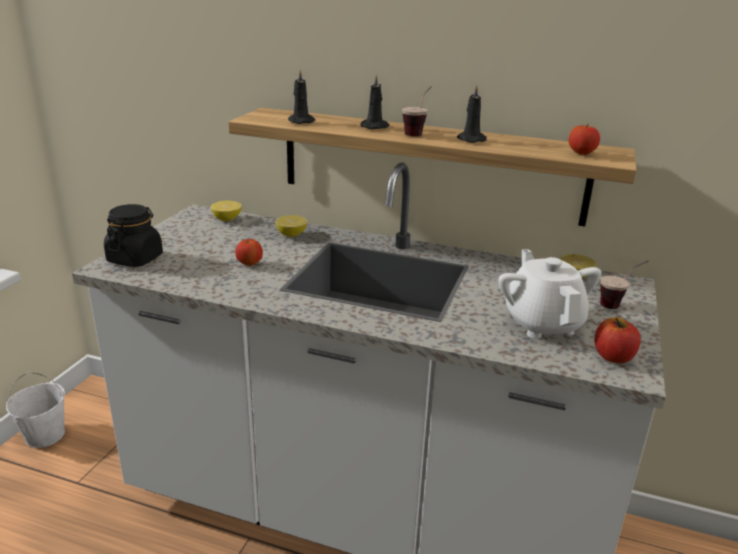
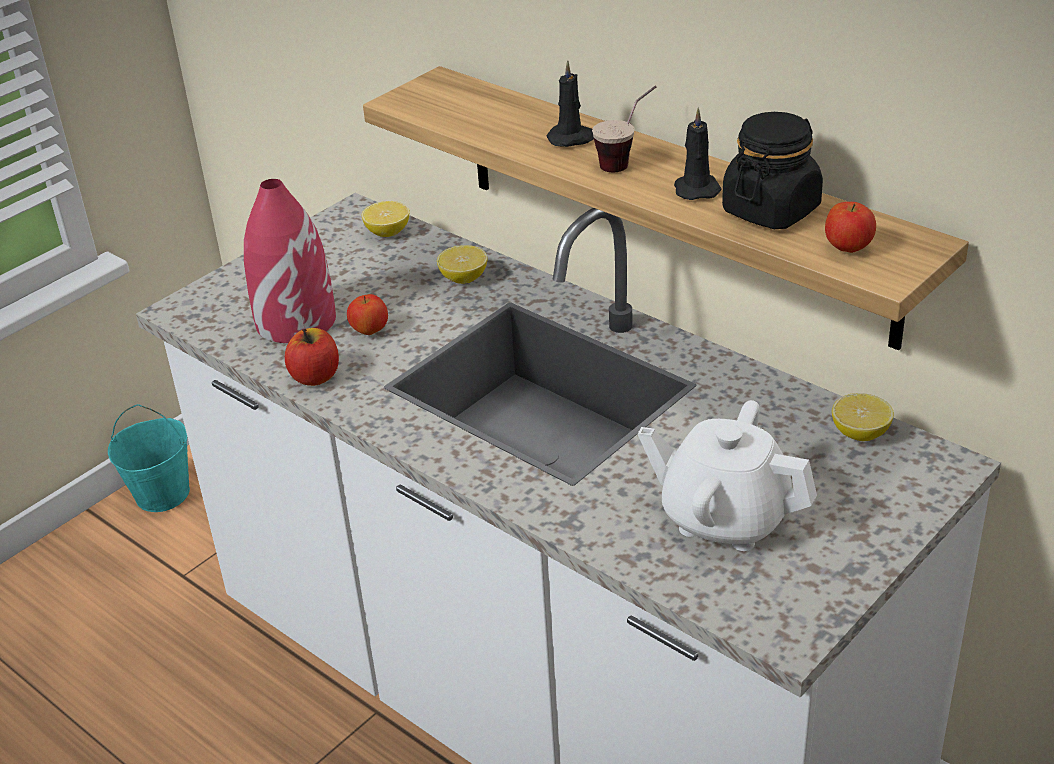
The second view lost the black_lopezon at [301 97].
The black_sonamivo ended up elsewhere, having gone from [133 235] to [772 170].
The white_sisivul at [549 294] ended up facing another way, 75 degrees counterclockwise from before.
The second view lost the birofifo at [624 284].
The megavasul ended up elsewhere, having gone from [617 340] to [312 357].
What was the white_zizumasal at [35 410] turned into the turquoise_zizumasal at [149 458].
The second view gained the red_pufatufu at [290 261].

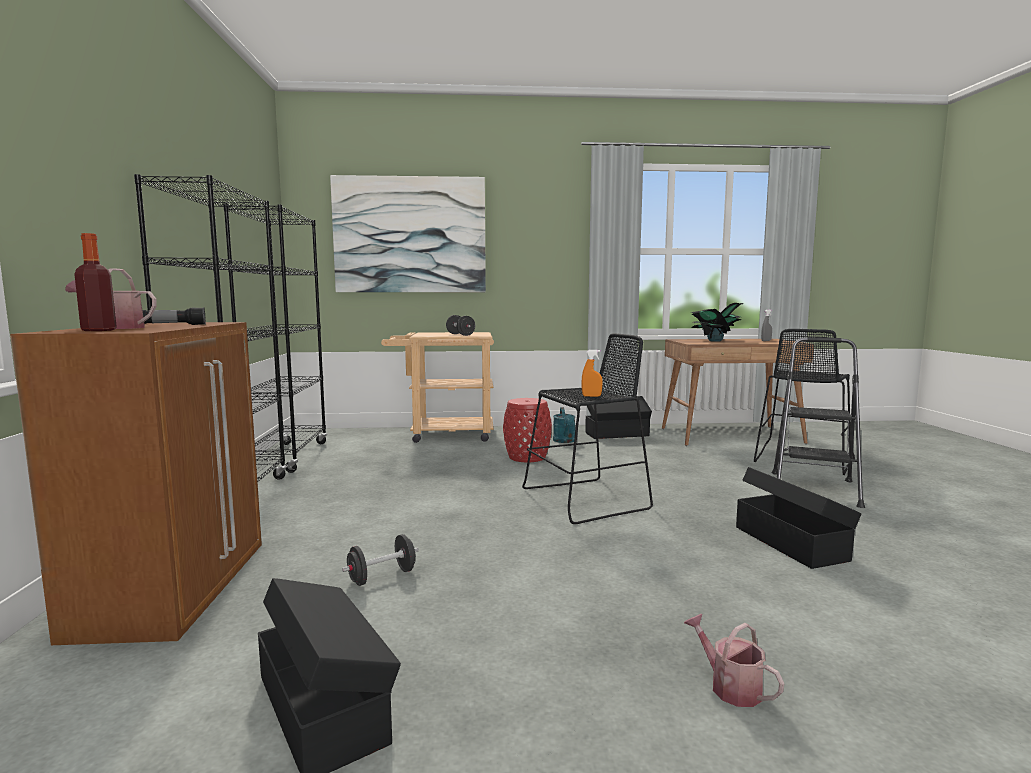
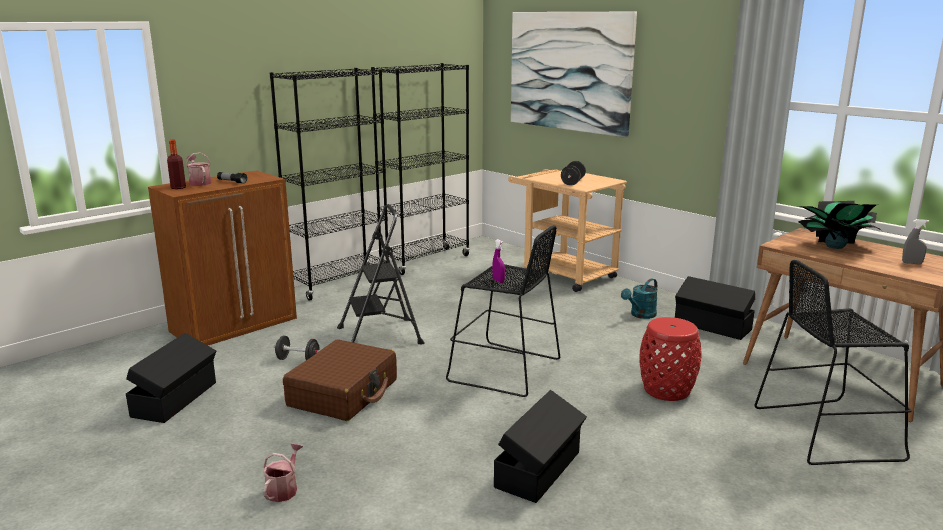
The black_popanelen ended up elsewhere, having gone from [818 422] to [381 274].
What was the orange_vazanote at [592 373] turned into the purple_vazanote at [498 261].
The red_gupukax ended up elsewhere, having gone from [527 430] to [670 359].
The second view gained the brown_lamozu at [340 380].

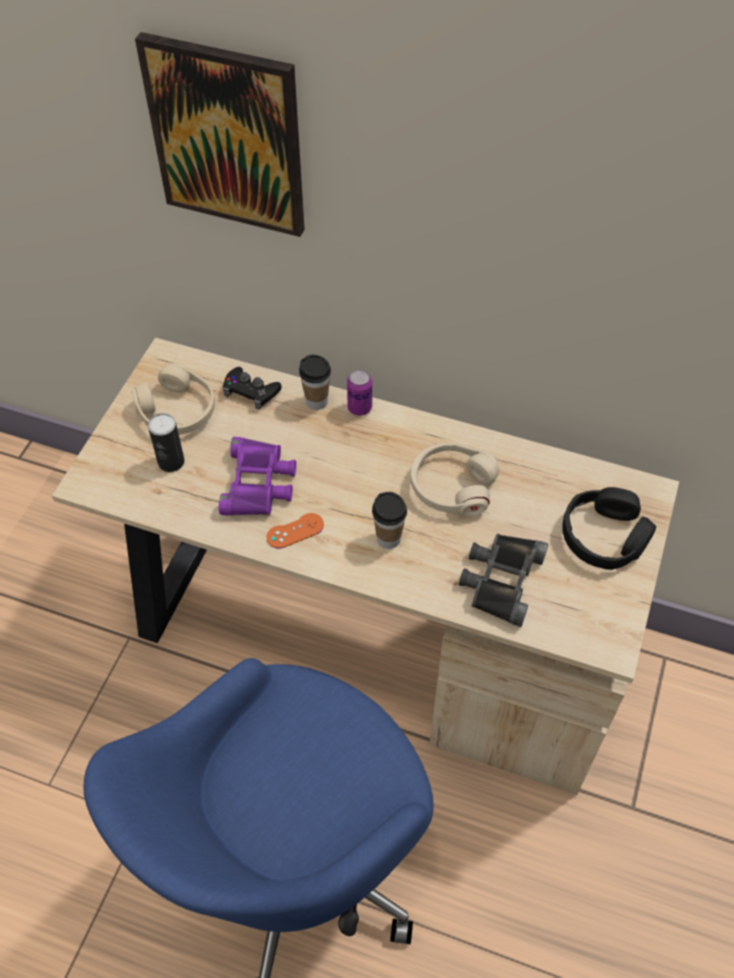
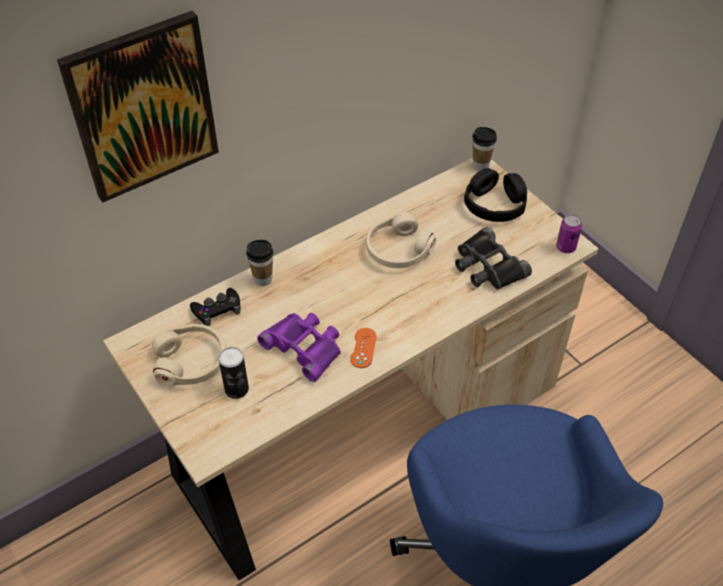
The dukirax ended up elsewhere, having gone from [359 392] to [569 234].
The birofifo ended up elsewhere, having gone from [389 520] to [484 149].

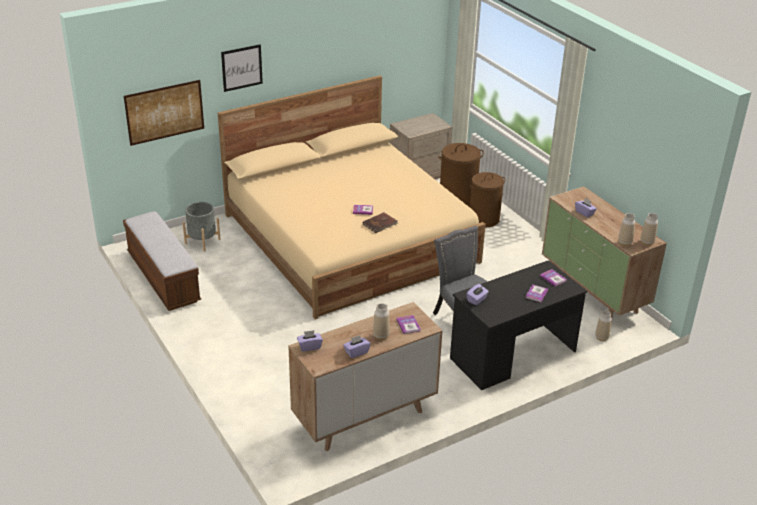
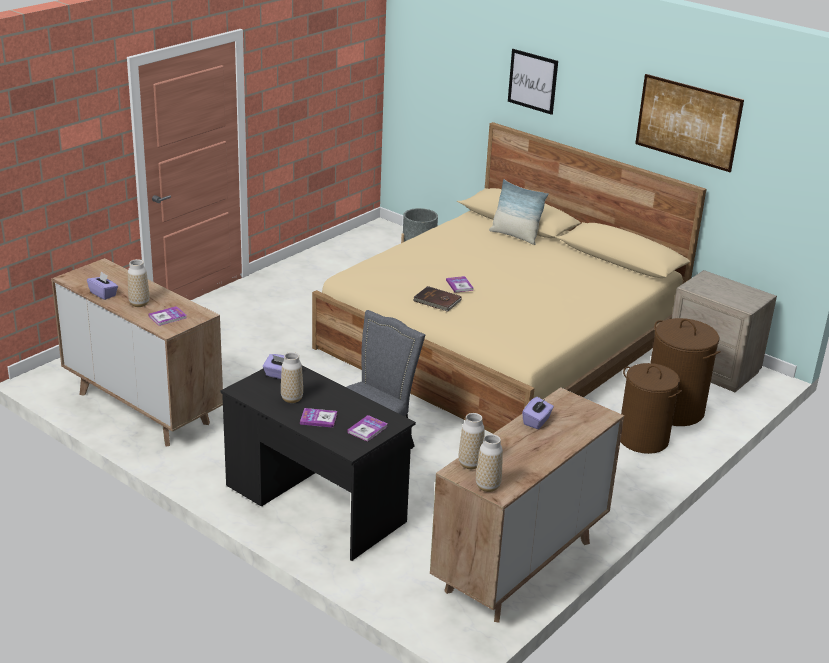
The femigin ended up elsewhere, having gone from [164 113] to [689 123].
The second view lost the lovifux at [162 261].
The pufatufu ended up elsewhere, having gone from [603 325] to [292 377].
The second view lost the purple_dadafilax at [310 341].
The second view gained the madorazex at [519 212].

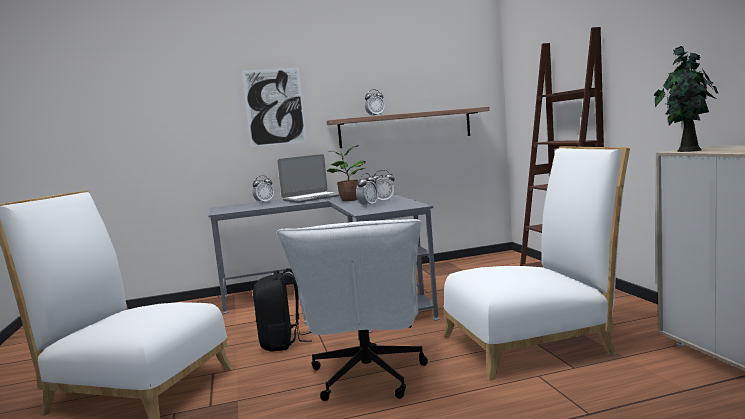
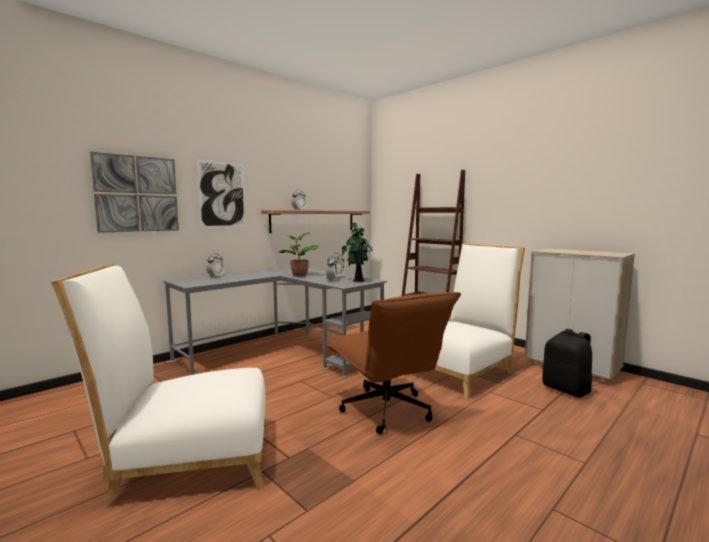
The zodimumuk ended up elsewhere, having gone from [686 99] to [357 252].
The second view lost the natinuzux at [308 178].
What was the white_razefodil at [352 310] turned into the brown_razefodil at [393 363].
The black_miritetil ended up elsewhere, having gone from [282 309] to [567 363].
The second view gained the femigin at [134 192].

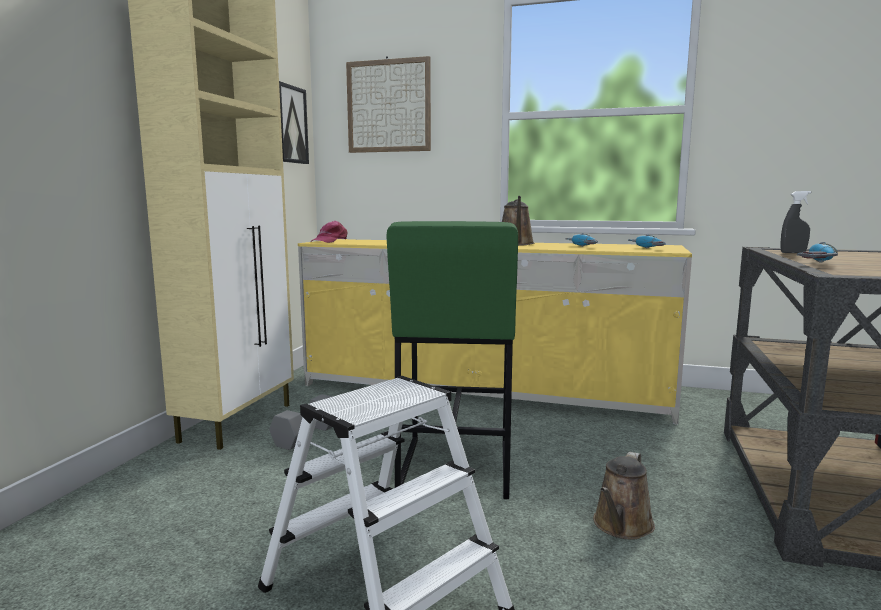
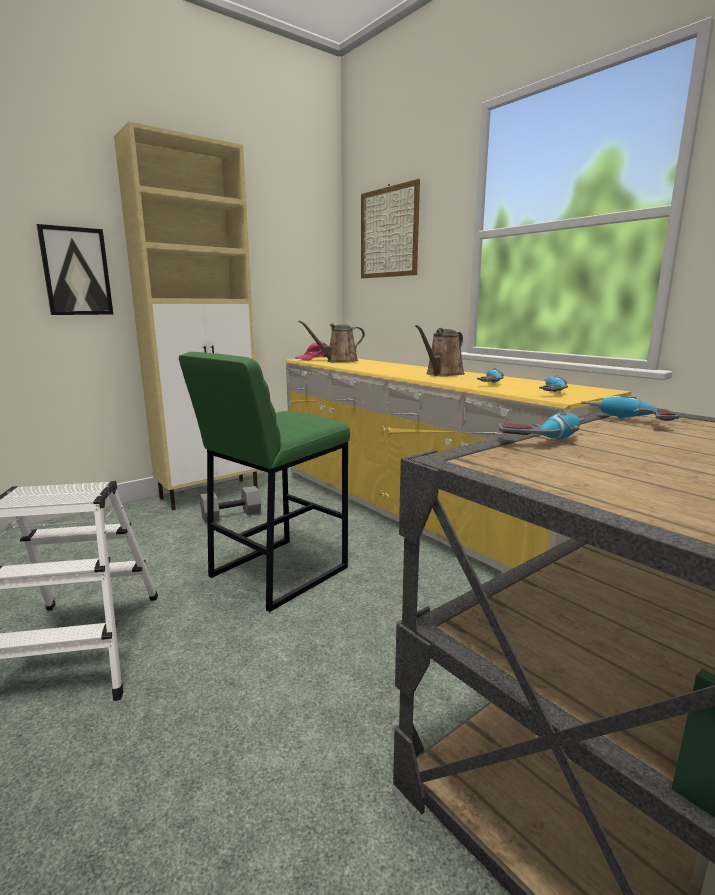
The femigin ended up elsewhere, having gone from [294 122] to [75 269].
Where the grey_vazanote stood at [795 222], the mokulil came to stand at [630 407].
The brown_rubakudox ended up elsewhere, having gone from [624 496] to [331 341].

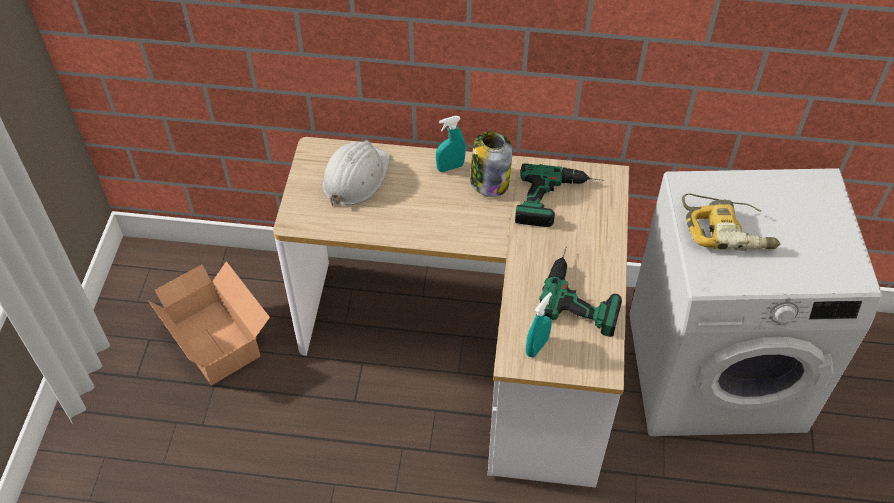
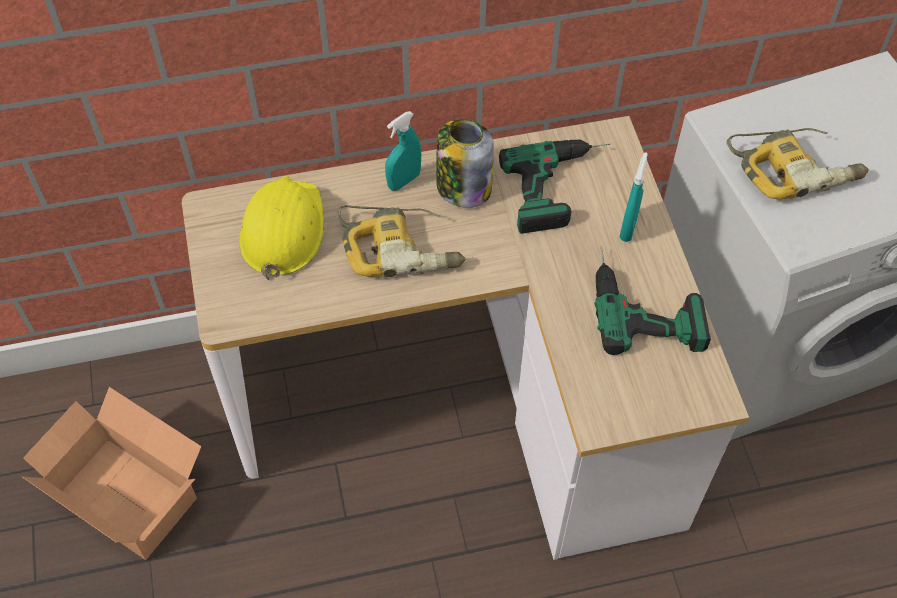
What was the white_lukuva at [356 172] turned into the yellow_lukuva at [281 228].
The turquoise_vazanote ended up elsewhere, having gone from [539 324] to [633 197].
The second view gained the mokulil at [401 241].

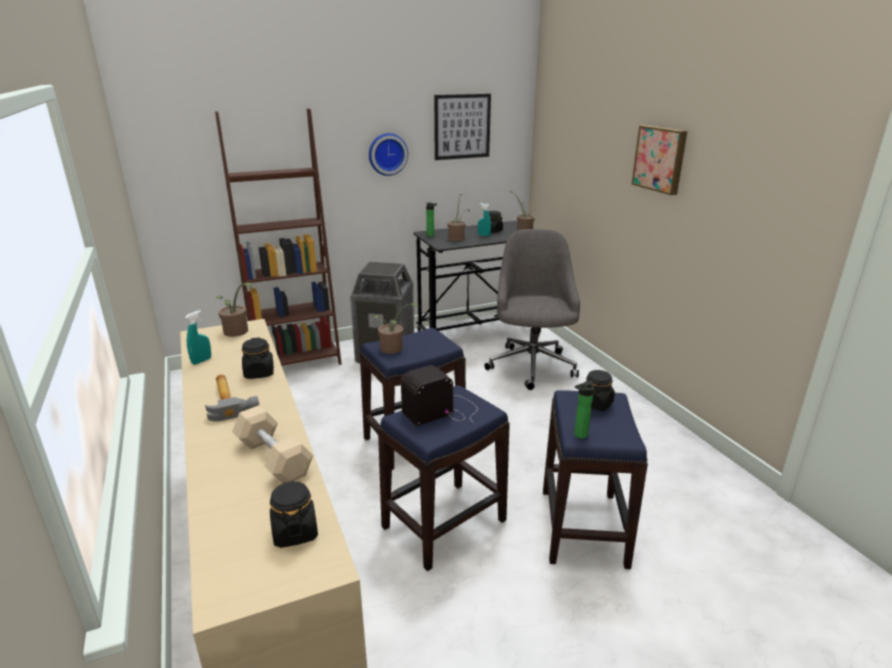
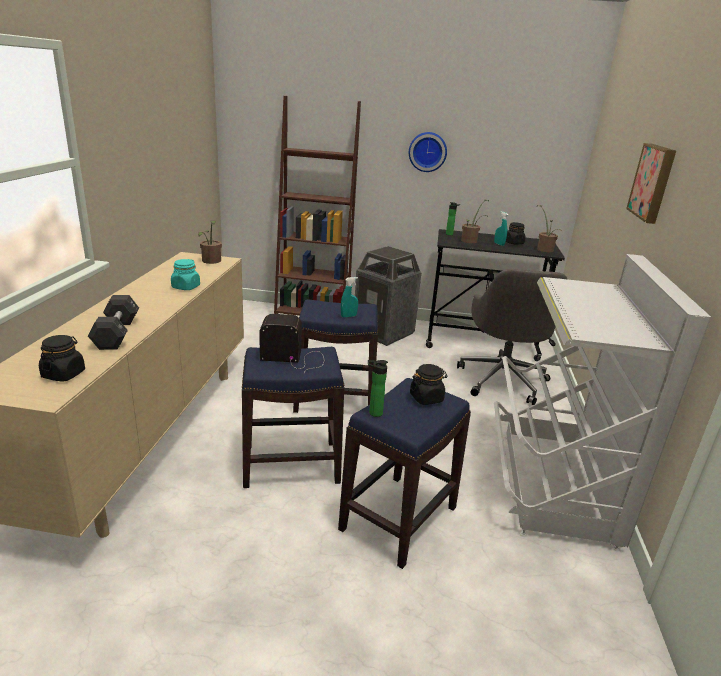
The second view lost the femigin at [462 127].
The grey_razefodil at [532 309] ended up facing another way, 150 degrees clockwise from before.
The second view lost the zodimumuk at [395 328].
The turquoise_vazanote ended up elsewhere, having gone from [198 337] to [349 297].
What was the black_sonamivo at [258 358] turned into the turquoise_sonamivo at [185 274].
The second view lost the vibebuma at [232 398].
What was the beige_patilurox at [272 444] turned into the black_patilurox at [113 322].
The second view gained the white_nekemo at [602 403].

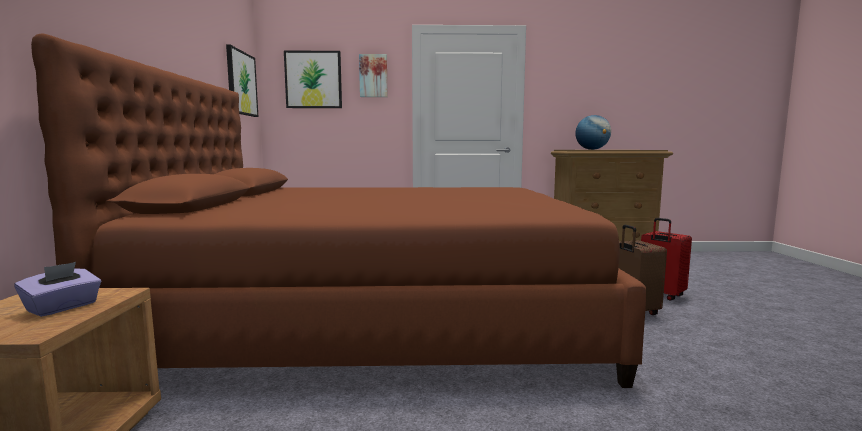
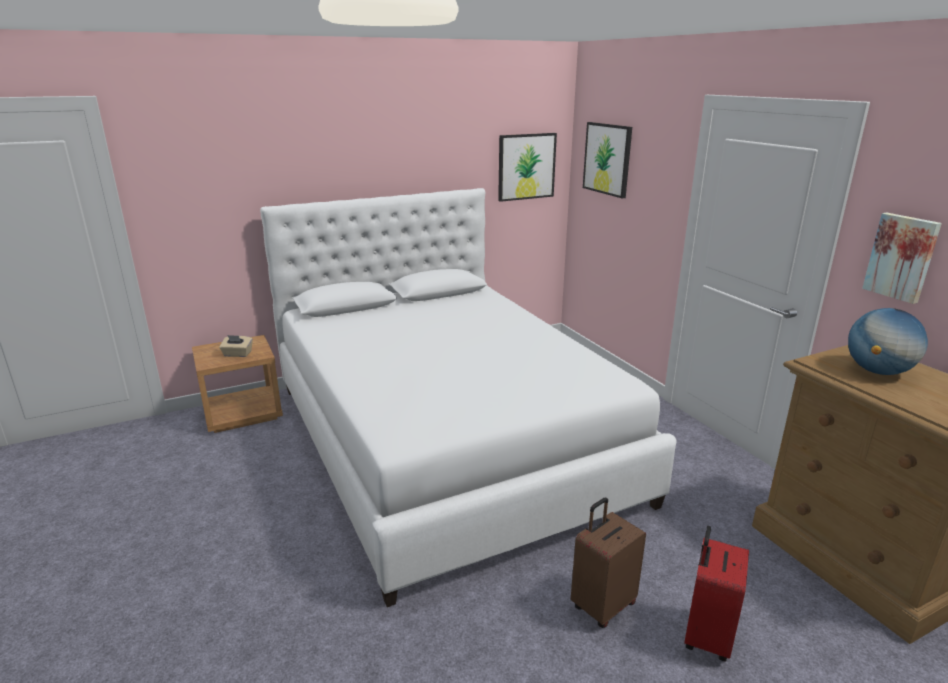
What was the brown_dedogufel at [338 211] turned into the white_dedogufel at [468 397].
The femigin ended up elsewhere, having gone from [373 75] to [902 258].
What was the purple_dadafilax at [58 289] turned into the beige_dadafilax at [236 346].

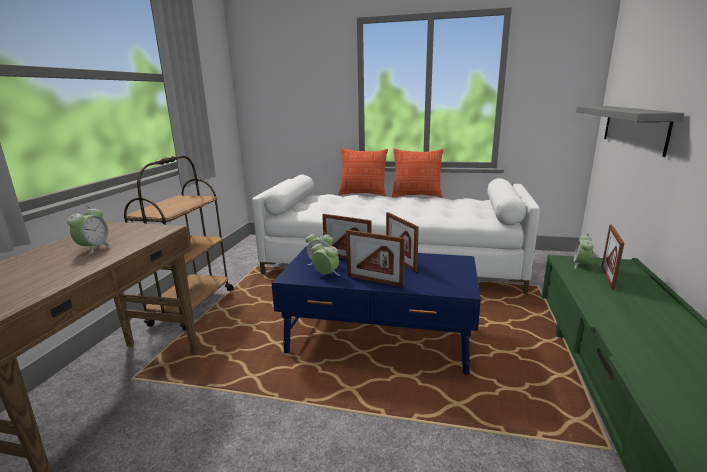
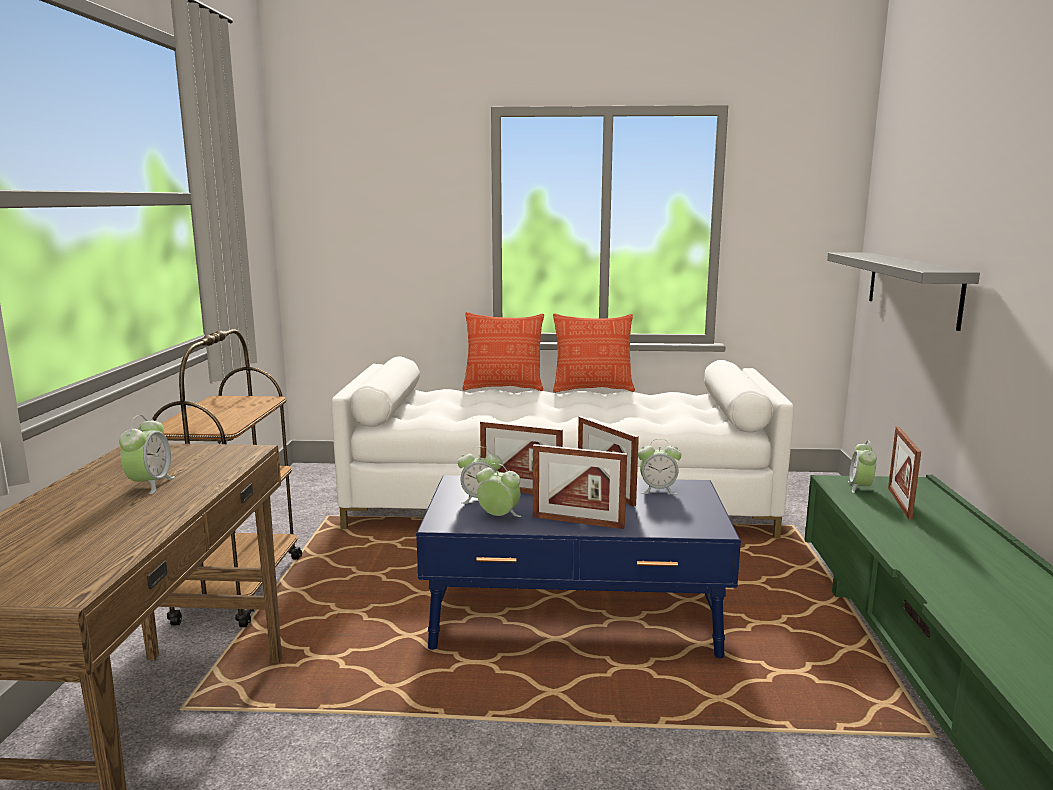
The second view gained the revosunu at [660 467].

